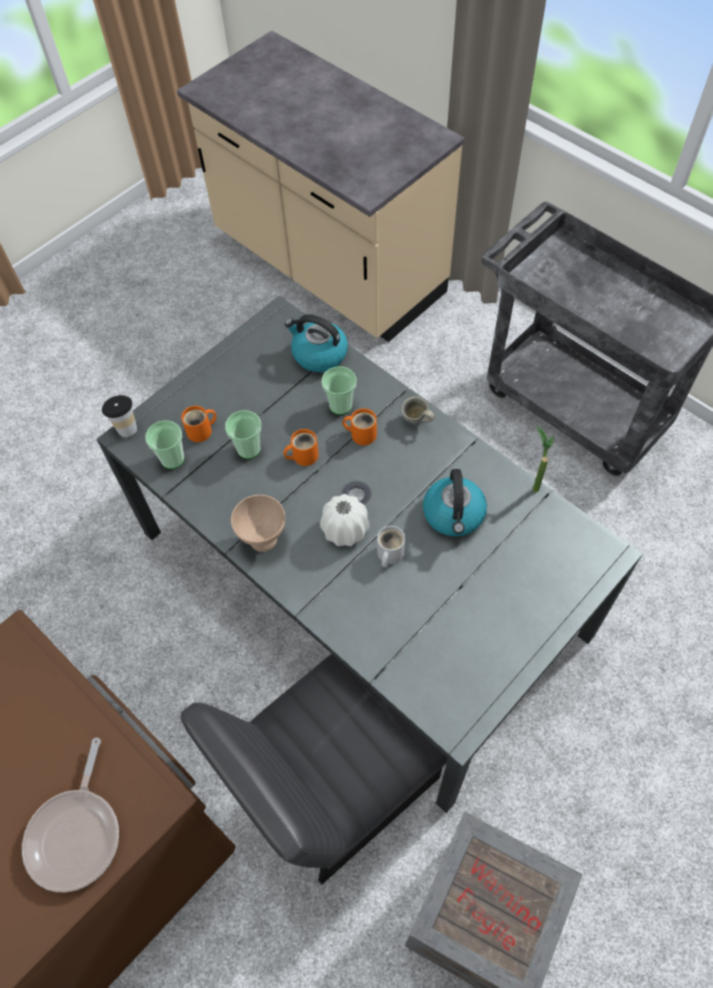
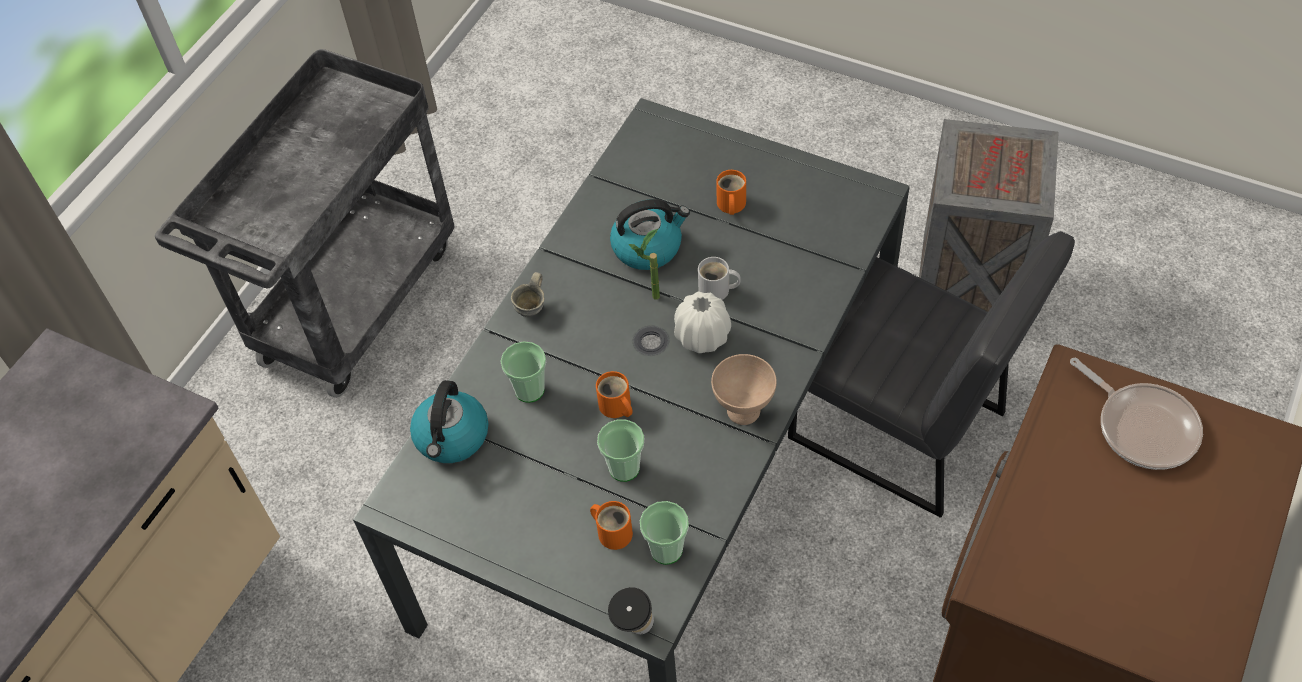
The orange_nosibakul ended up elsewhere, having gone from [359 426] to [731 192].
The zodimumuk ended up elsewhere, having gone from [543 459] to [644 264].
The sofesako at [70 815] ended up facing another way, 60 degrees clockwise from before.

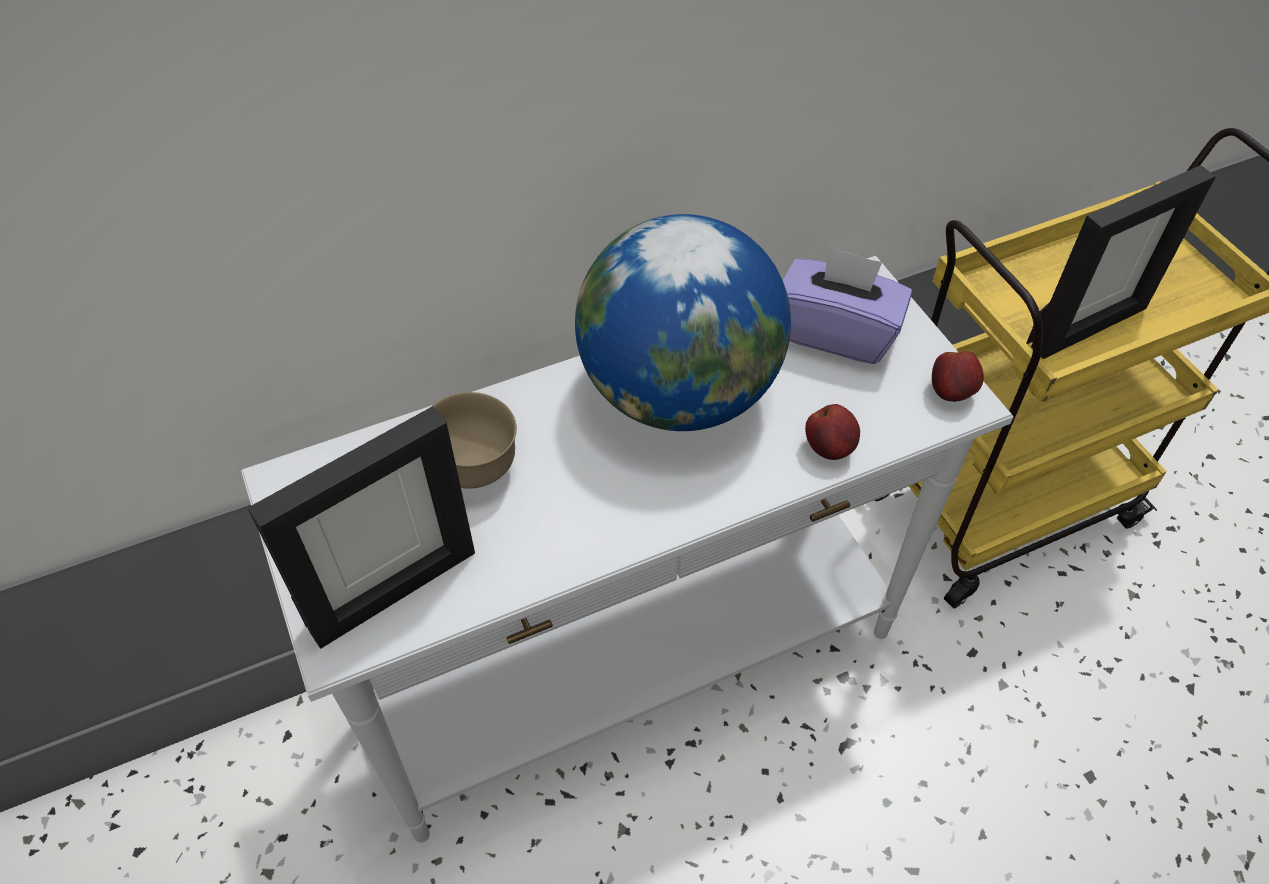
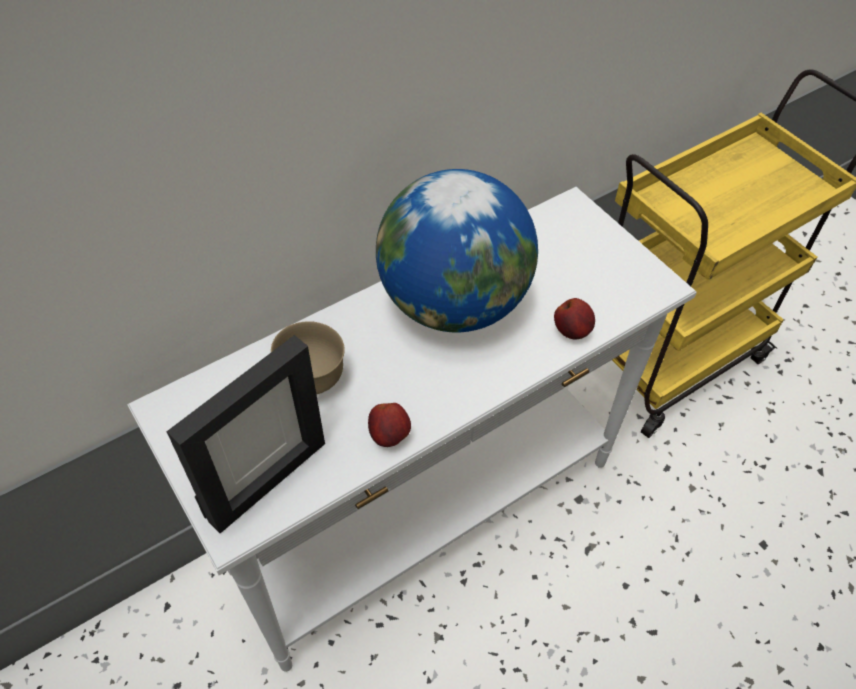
The second view lost the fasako at [1121 262].
The second view lost the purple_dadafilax at [847 305].
The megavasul ended up elsewhere, having gone from [958 376] to [389 425].

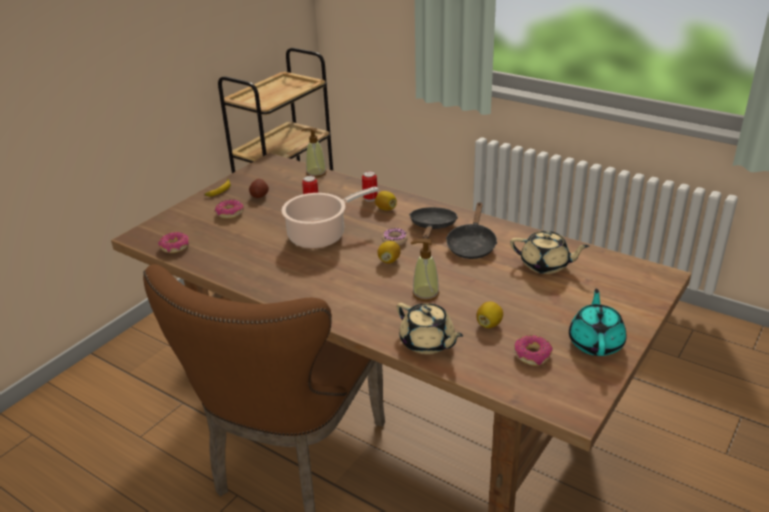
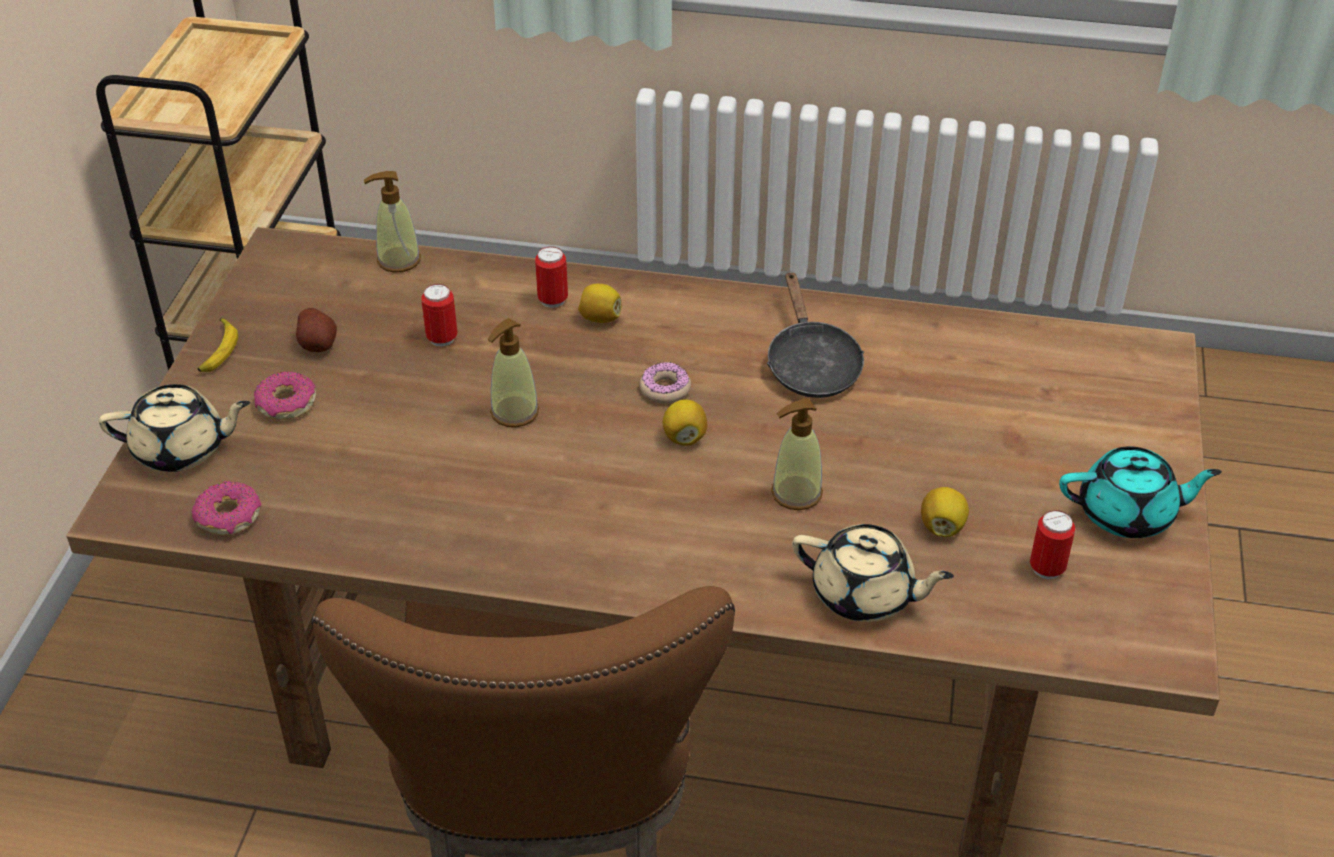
Where the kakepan stood at [330 217], the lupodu came to stand at [513 372].
The second view lost the black_sofesako at [433 223].
The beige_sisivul ended up elsewhere, having gone from [549 252] to [174 428].
The turquoise_sisivul at [598 322] ended up facing another way, 105 degrees clockwise from before.
Where the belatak stood at [533 350], the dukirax came to stand at [1052 544].

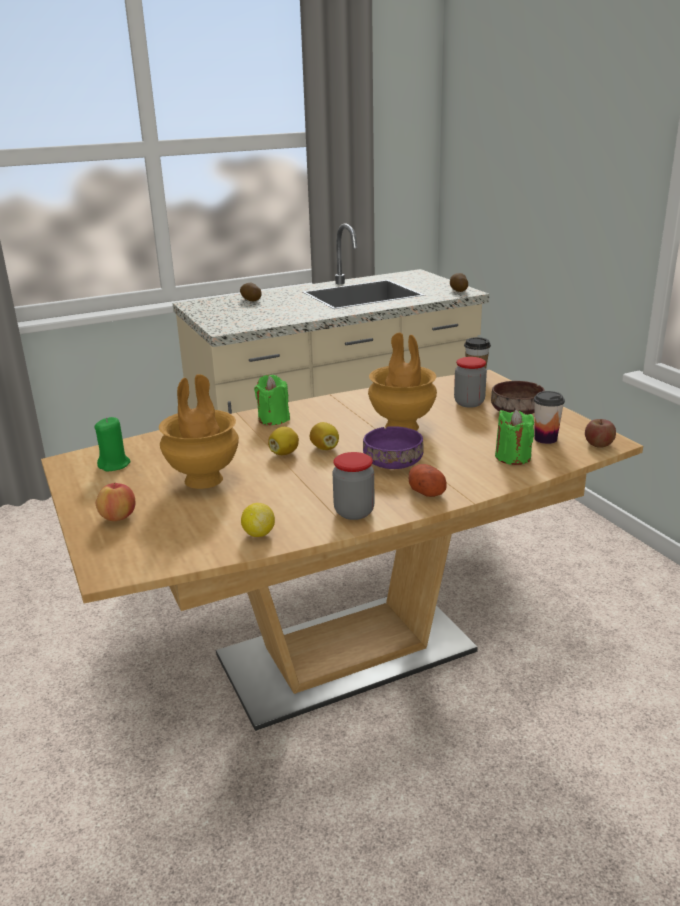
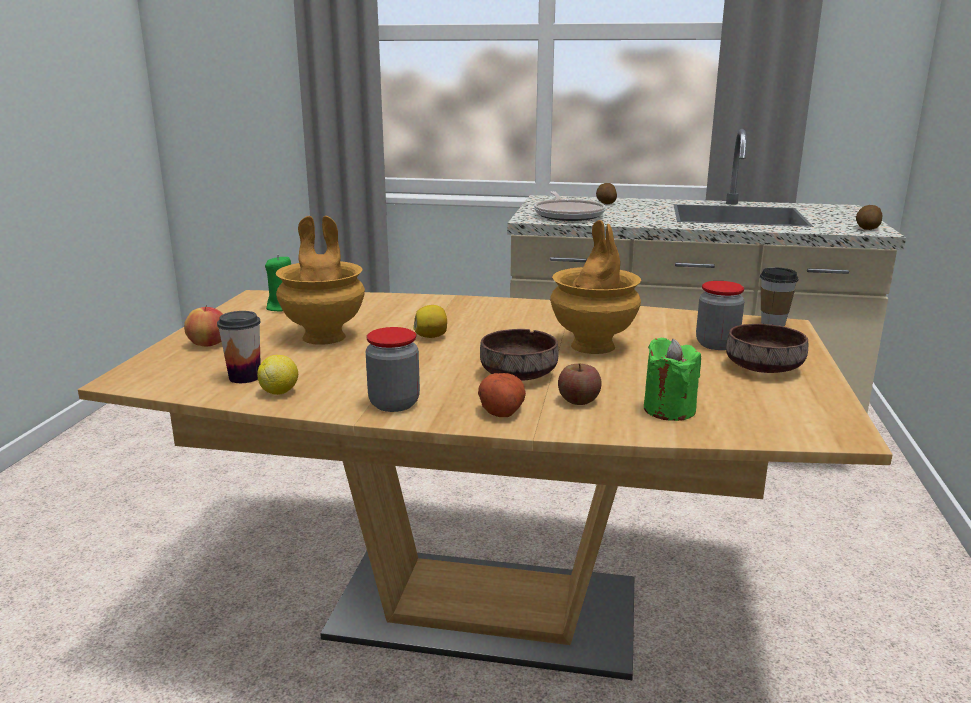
The second view lost the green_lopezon at [272 400].
The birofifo ended up elsewhere, having gone from [549 417] to [239 347].
The megavasul ended up elsewhere, having gone from [600 433] to [580 384].
The second view lost the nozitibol at [324 436].
What was the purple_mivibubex at [393 447] turned into the brown_mivibubex at [519 355].
The second view gained the sofesako at [569 206].

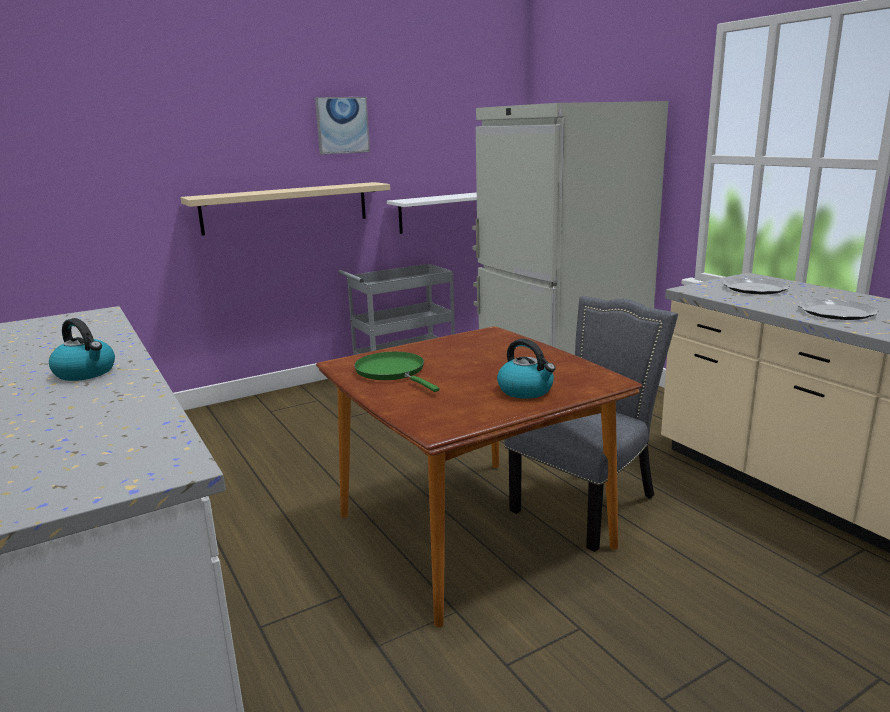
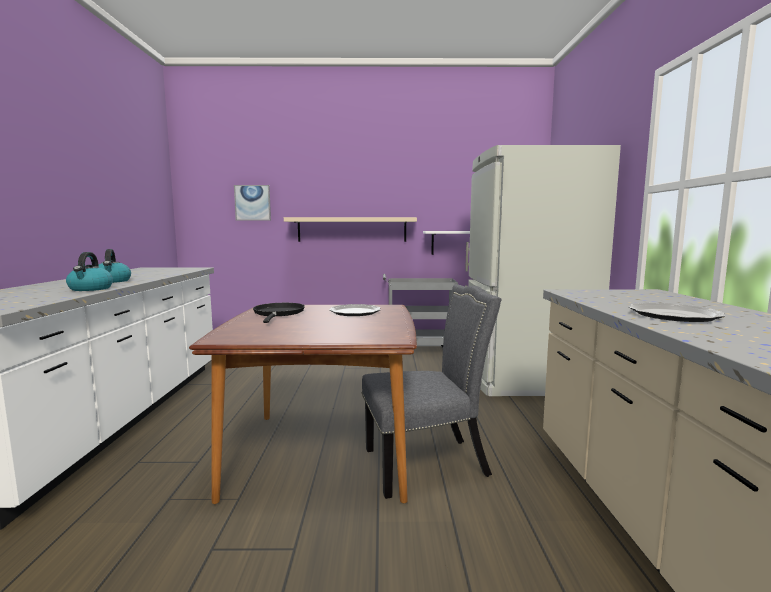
The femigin ended up elsewhere, having gone from [342 126] to [252 202].
The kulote ended up elsewhere, having gone from [756 285] to [354 310].
The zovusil ended up elsewhere, having gone from [526 369] to [89 271].
What was the green_sofesako at [397 372] turned into the black_sofesako at [279 313].

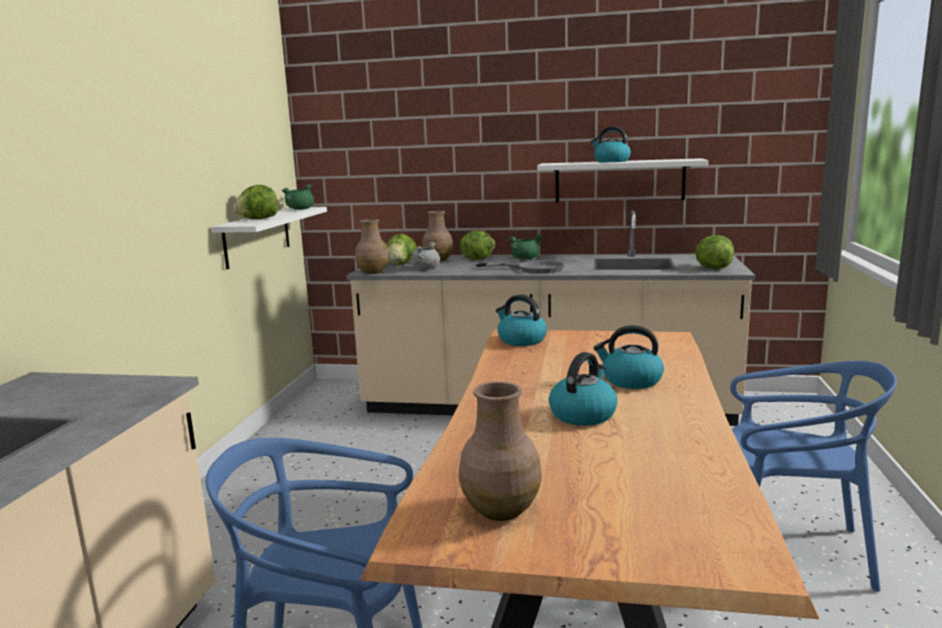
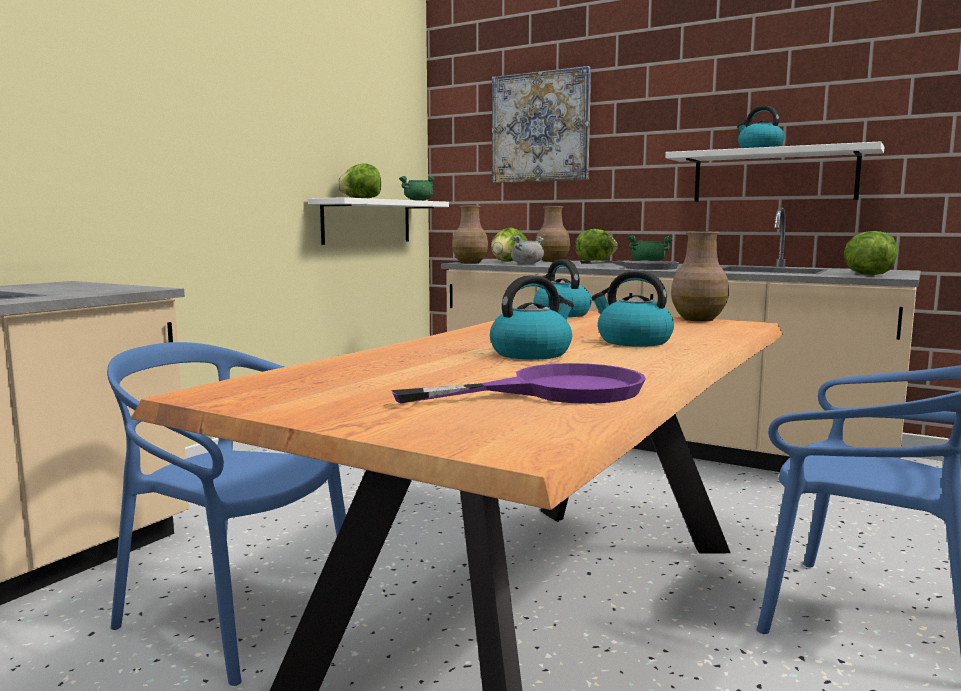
The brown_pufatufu ended up elsewhere, having gone from [500 451] to [700 276].
The second view gained the femigin at [541 124].
The second view gained the purple_sofesako at [518 383].

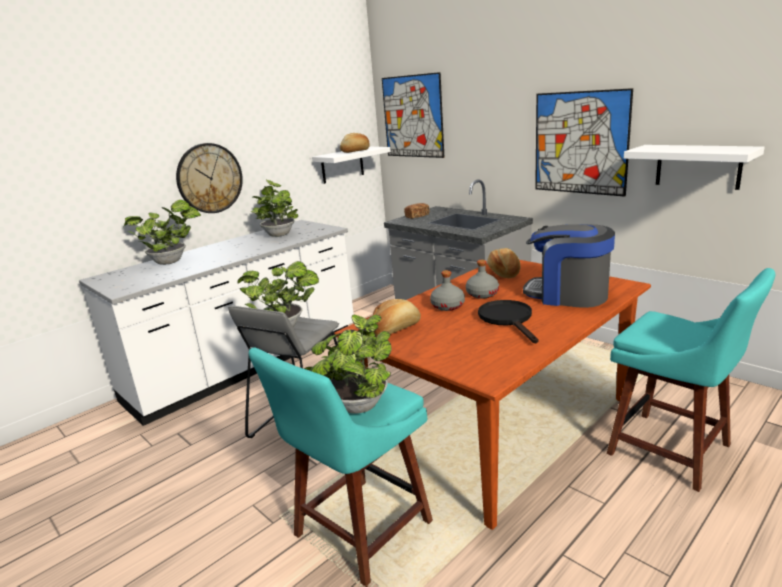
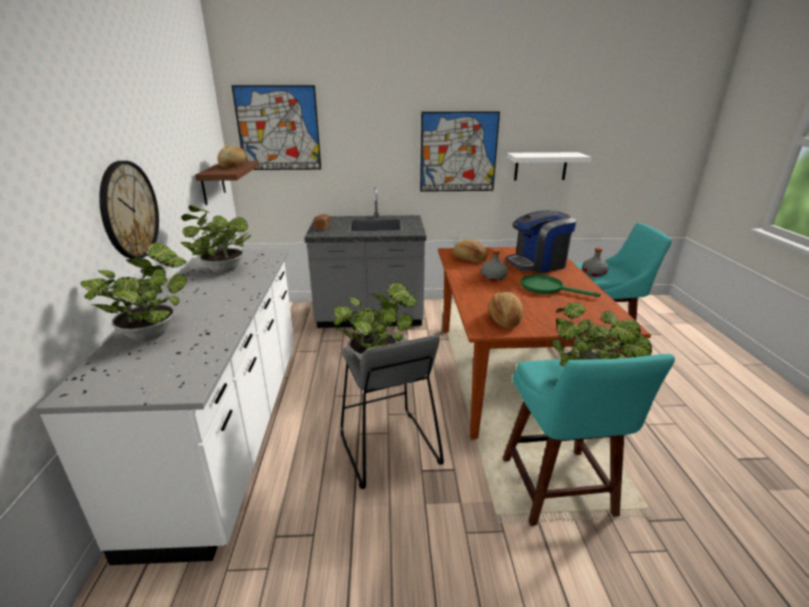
What was the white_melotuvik at [351 165] turned into the brown_melotuvik at [227 183].
The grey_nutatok ended up elsewhere, having gone from [447 290] to [595 262].
What was the black_sofesako at [508 321] turned into the green_sofesako at [561 285].

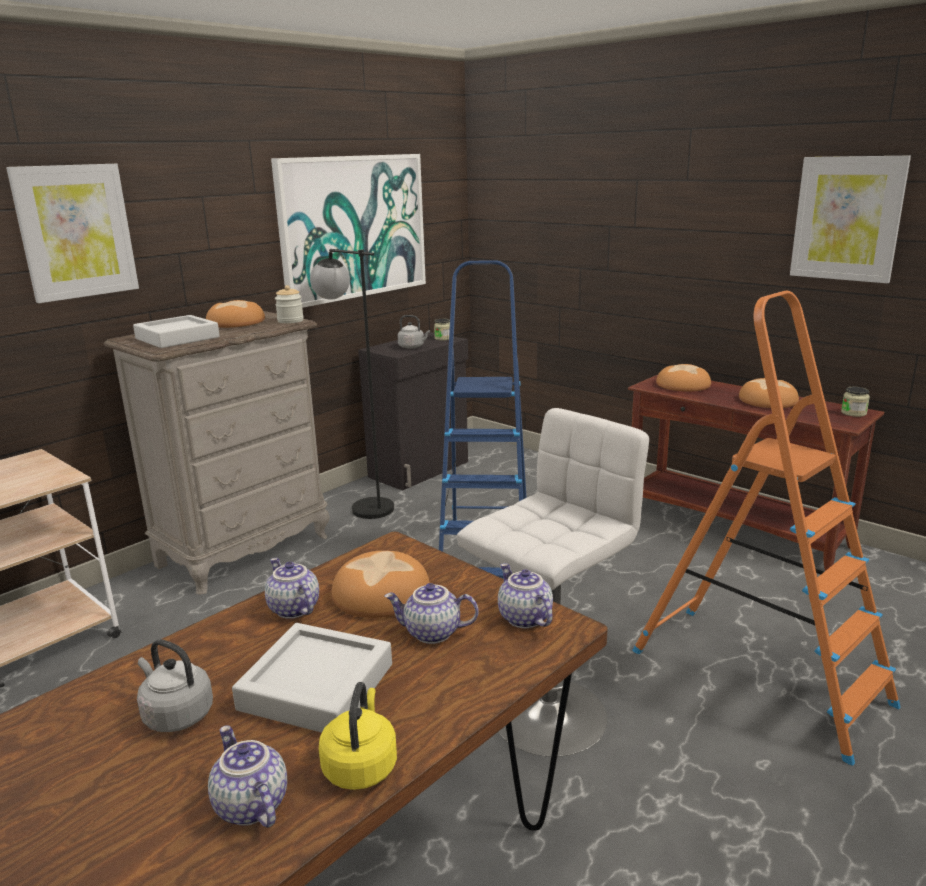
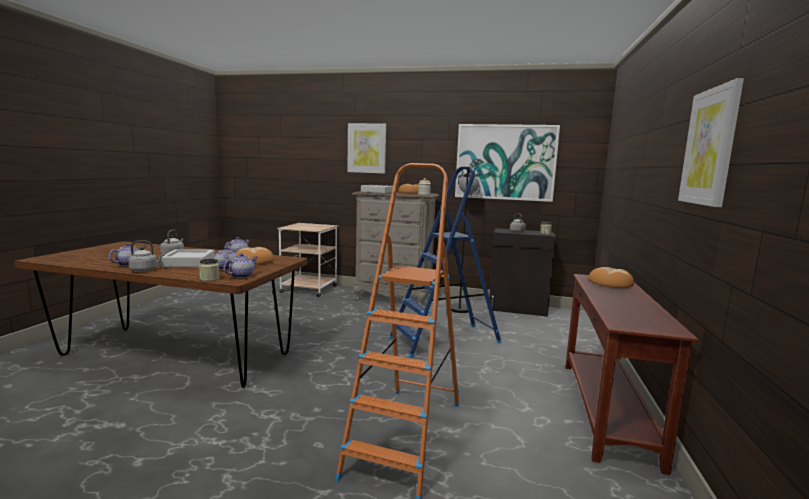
The second view lost the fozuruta at [769 393].
The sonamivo ended up elsewhere, having gone from [855 402] to [209 270].
The second view lost the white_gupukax at [553 582].
What was the yellow_zovusil at [358 736] turned into the grey_zovusil at [146 256].

